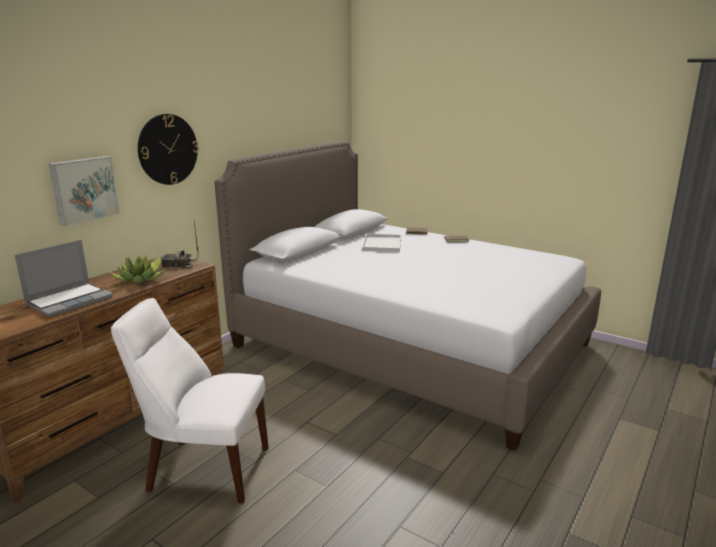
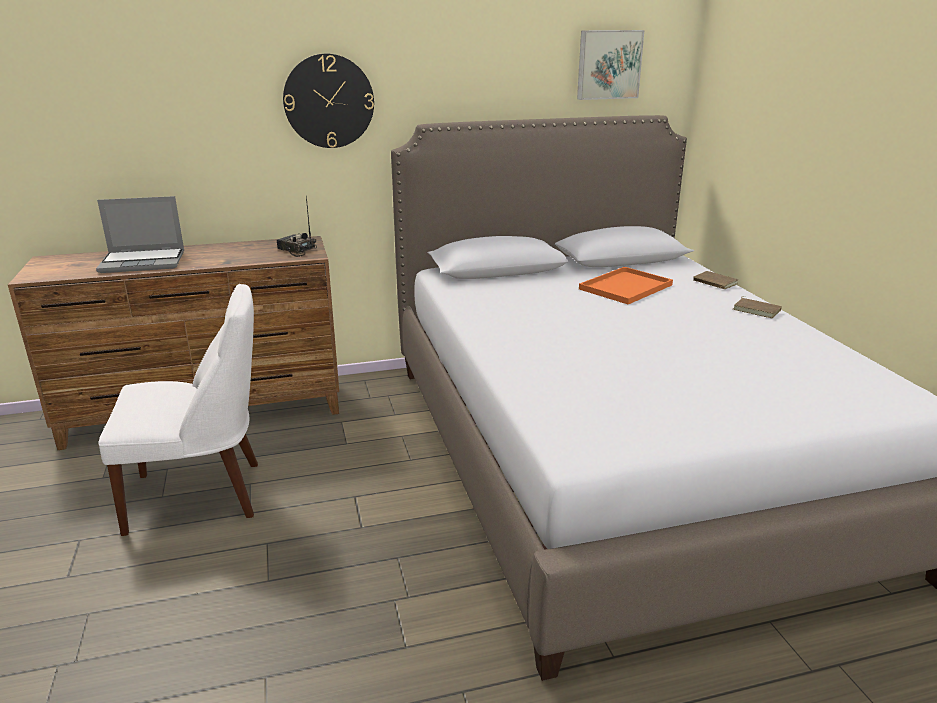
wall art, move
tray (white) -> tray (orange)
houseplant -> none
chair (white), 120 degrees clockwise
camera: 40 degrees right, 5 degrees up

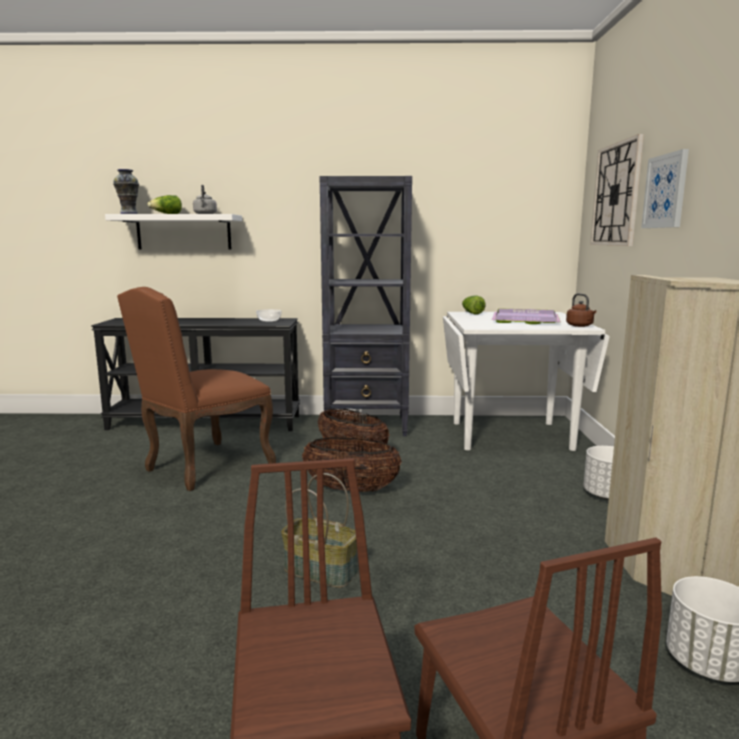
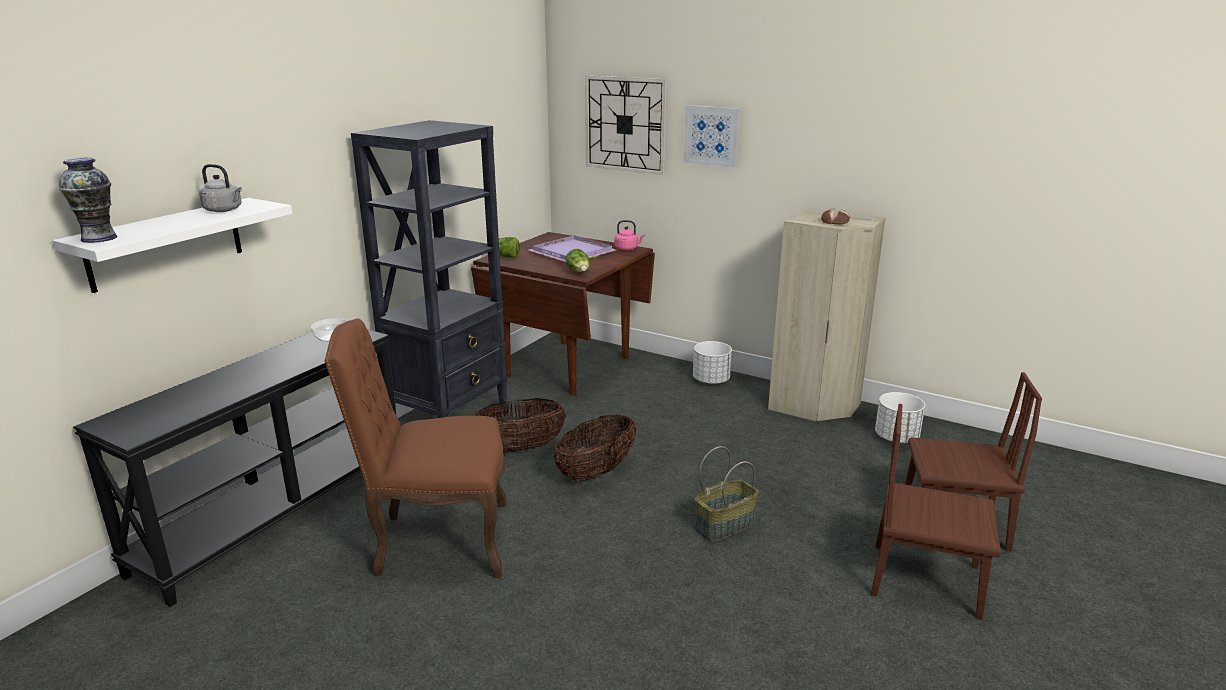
head of lettuce (1st from left in the first image) -> head of lettuce (2nd from left), move
chair (brown-coloured) (1st from left), 105 degrees clockwise
water kettle (brown-coloured) -> water kettle (pink)
kitchen table (white) -> kitchen table (brown-coloured)
none -> bakery bread
camera: 60 degrees left, 10 degrees up

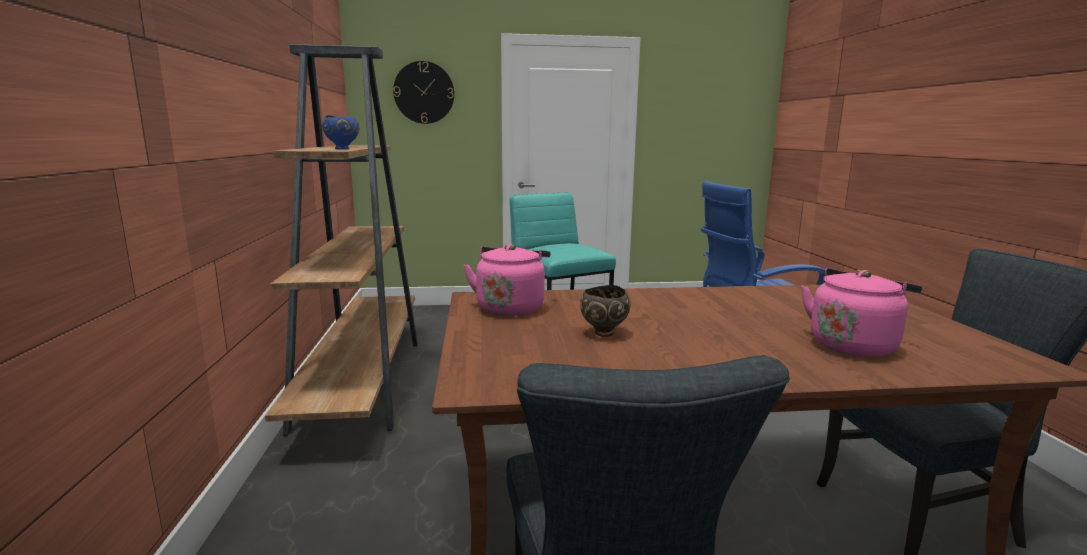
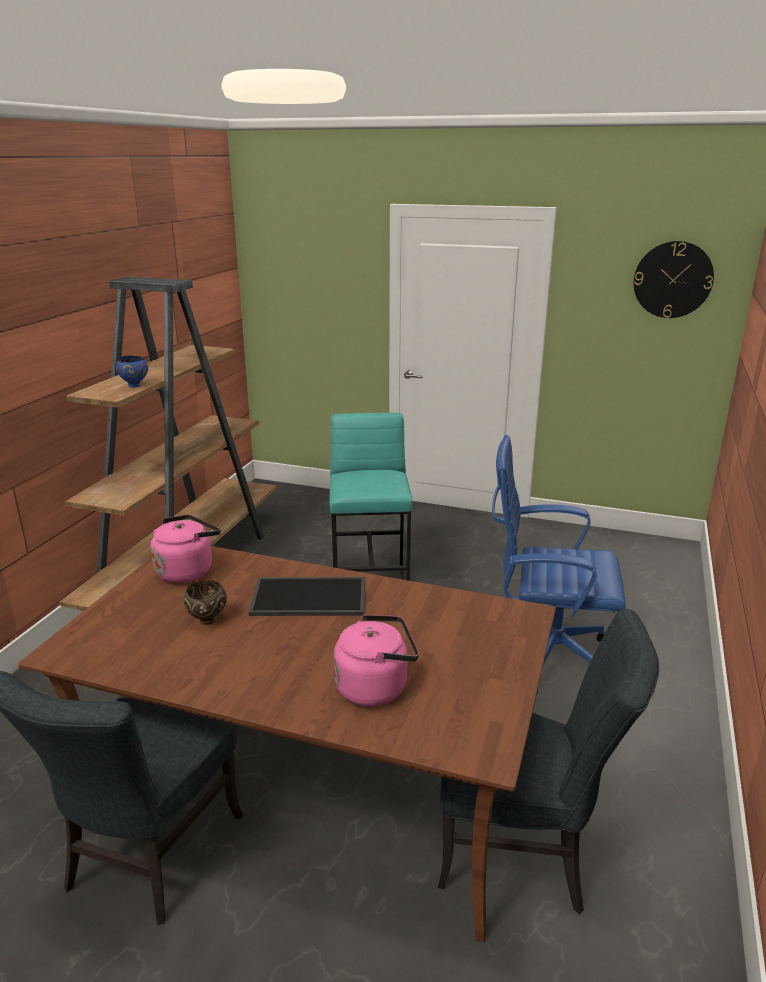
wall clock, move
none -> tray
camera: 25 degrees right, 10 degrees up

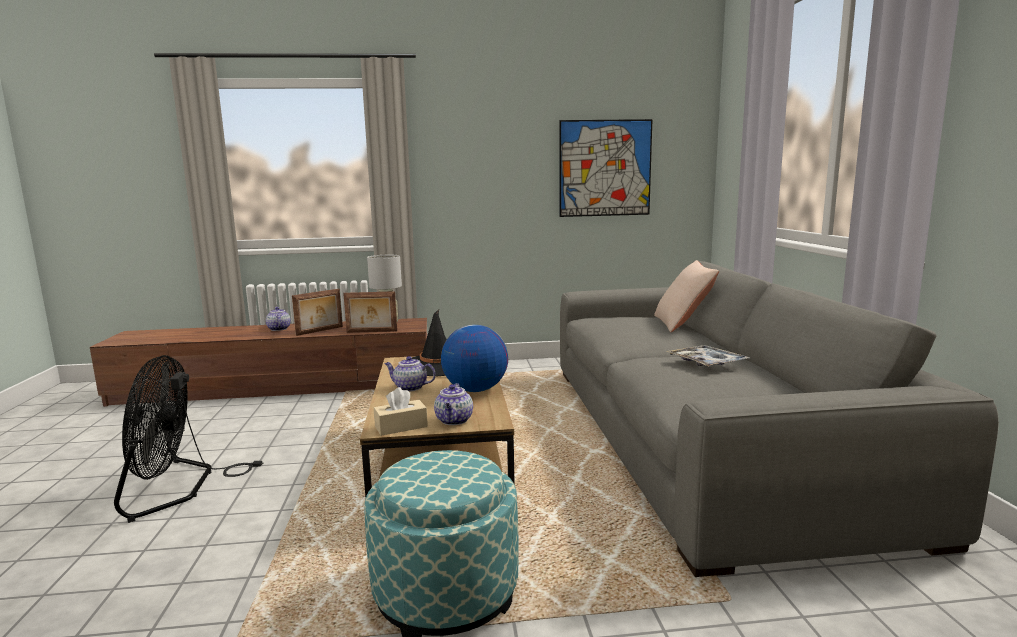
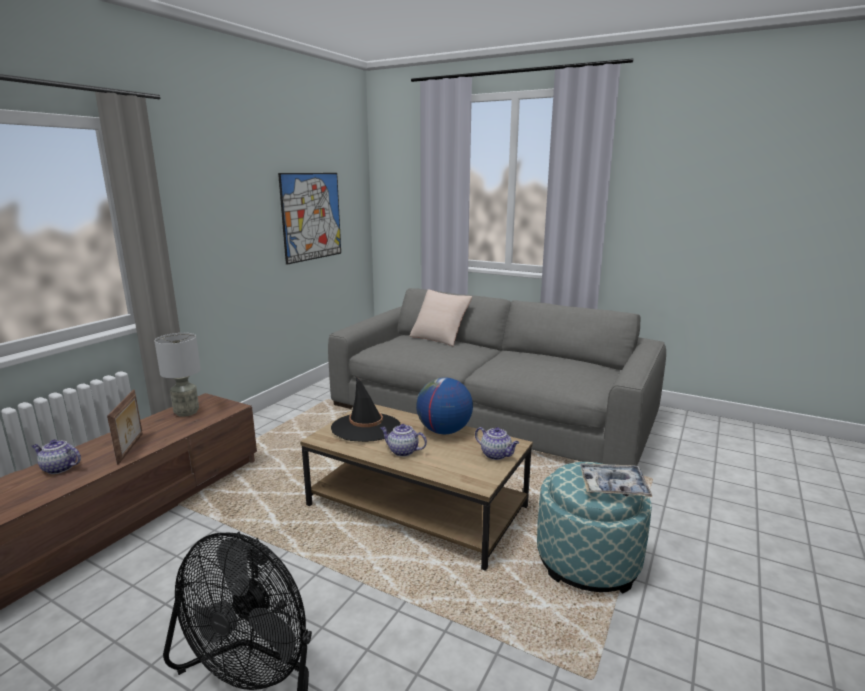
photo frame (2nd from left) -> none
tray, move
teapot (2nd from left), 60 degrees clockwise
tissue holder (beige-coloured) -> none
camera: 55 degrees left, 5 degrees up

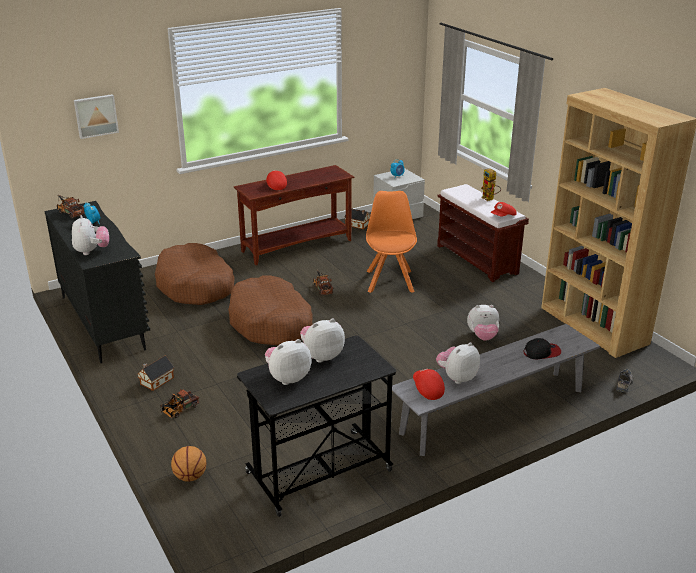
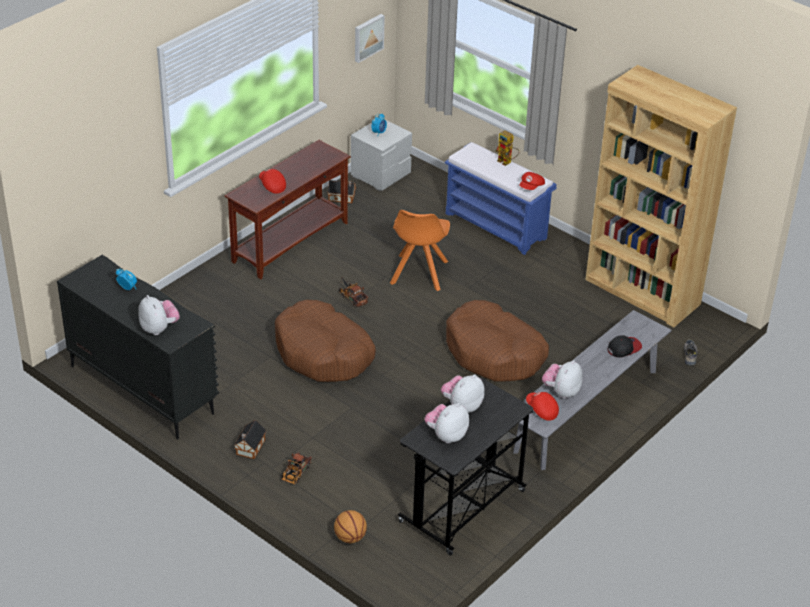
wall art, move
bench (brown-coloured) -> bench (blue)
chair (orange), 150 degrees counterclockwise
model truck (1st from left) -> none
pet bed (brown-coloured) (1st from left in the first image) -> pet bed (brown-coloured) (2nd from left), move
cuddly toy (5th from left) -> none
camera: 20 degrees left, 10 degrees up

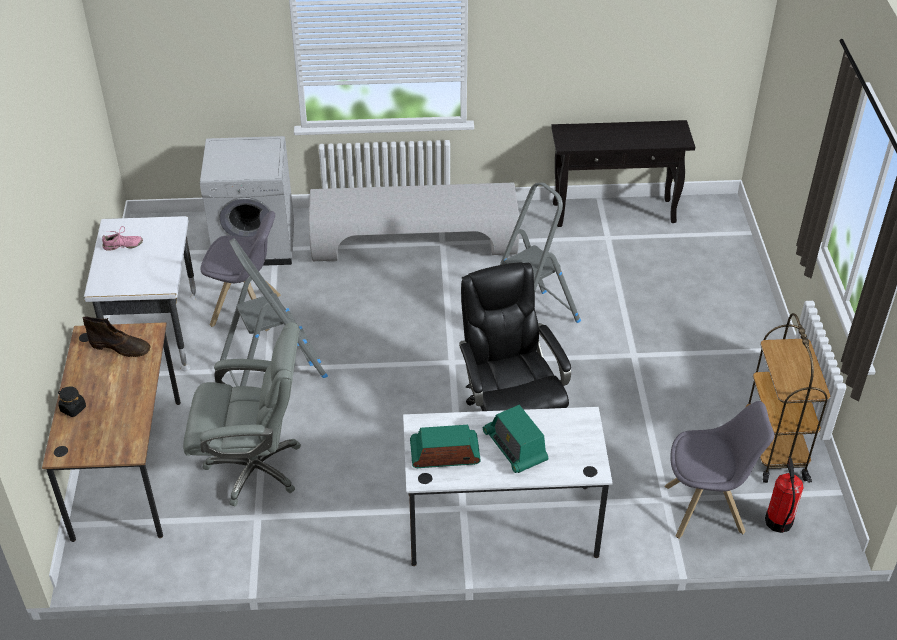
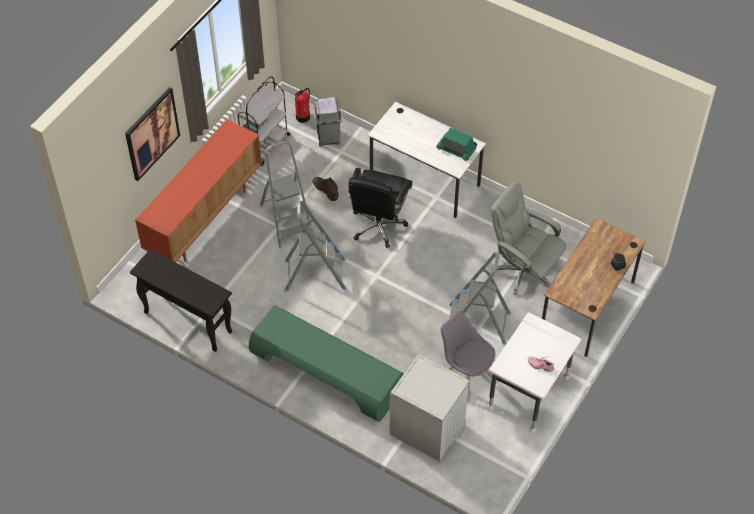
bench (greyish) -> bench (greenish)
cart (brown-coloured) -> cart (greyish)
high-top boot (brown-coloured), move
chair (greyish) (2nd from left) -> trash can (greyish)
radio receiver (2nd from left) -> none
none -> wall art
none -> cabinet
none -> step ladder (greyish) (1st from left)
camera: 145 degrees left, 10 degrees up

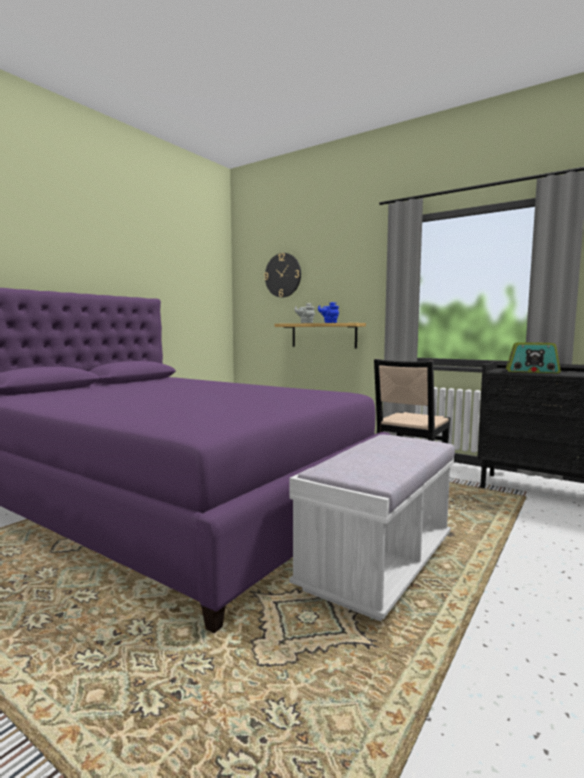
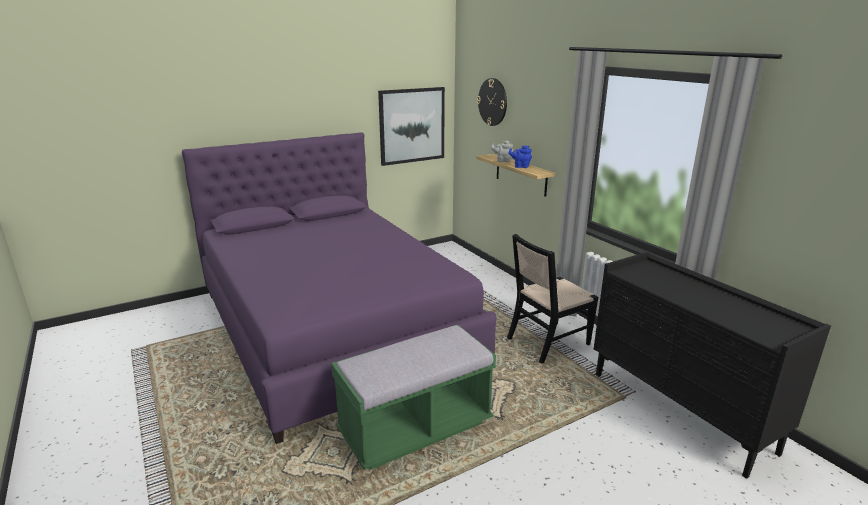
radio receiver -> none
bench (white) -> bench (greenish)
none -> wall art
camera: 25 degrees right, 15 degrees up

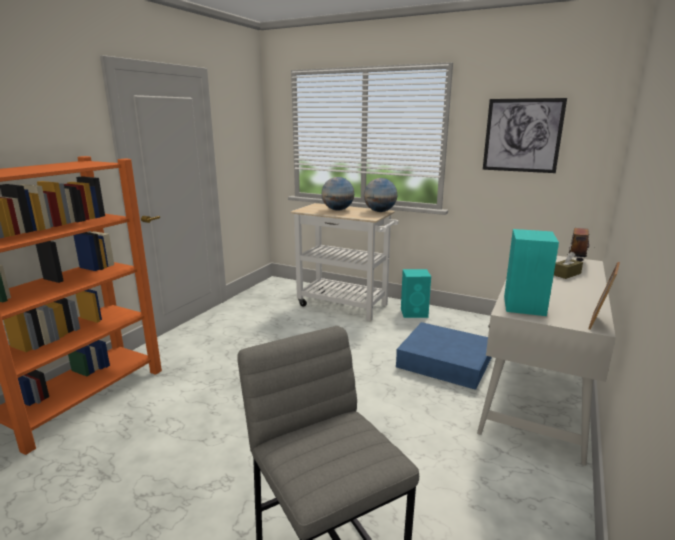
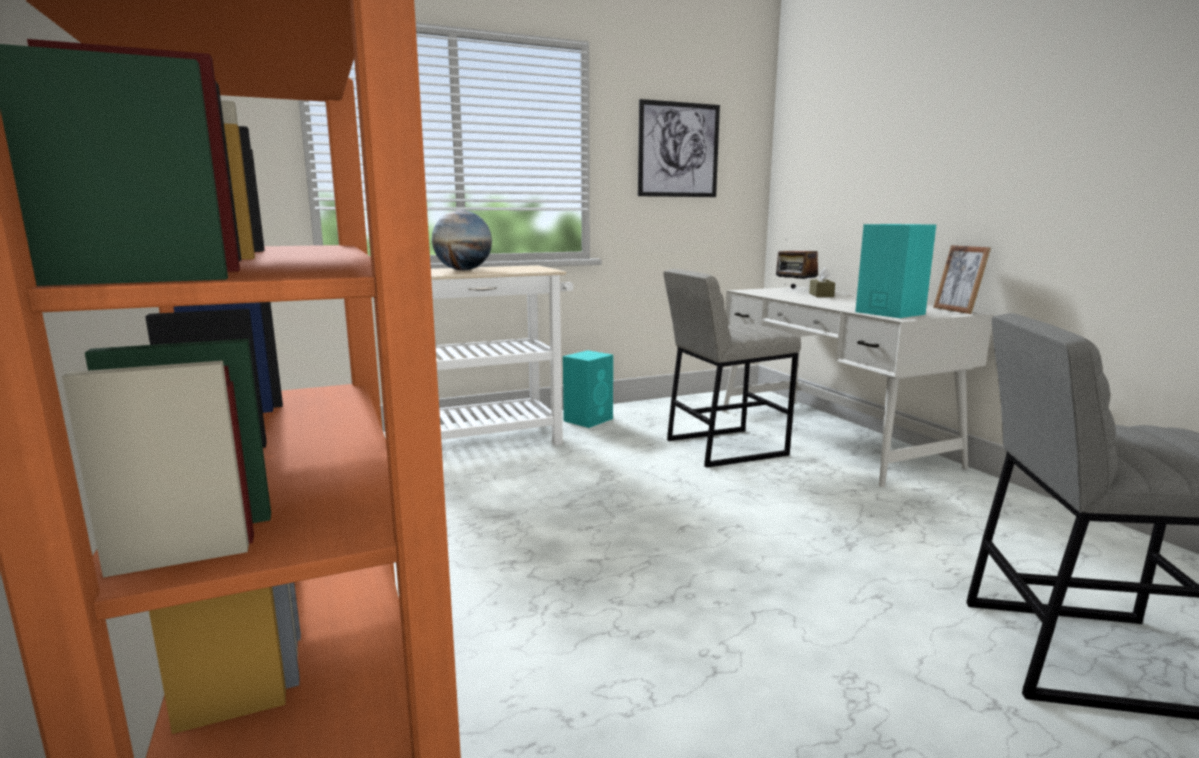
world globe (2nd from left) -> none
storage bin (blue) -> chair (greyish) (1st from left)
camera: 50 degrees left, 5 degrees down

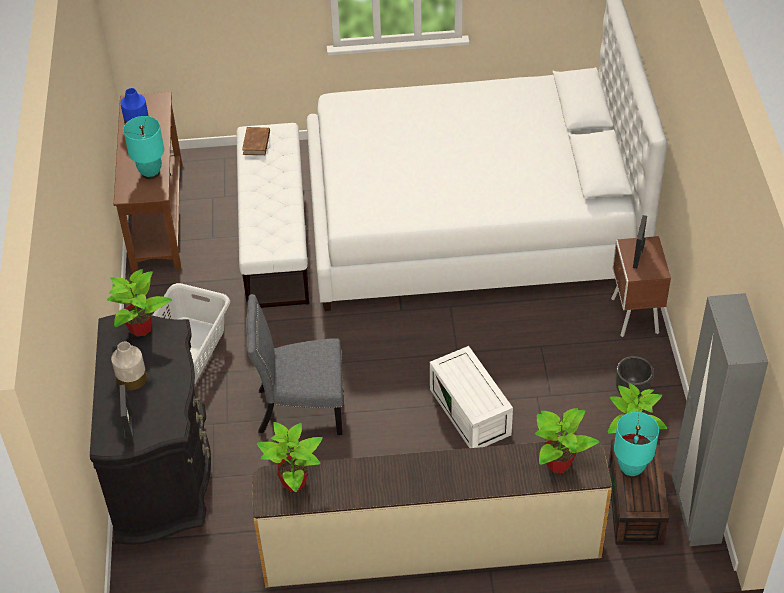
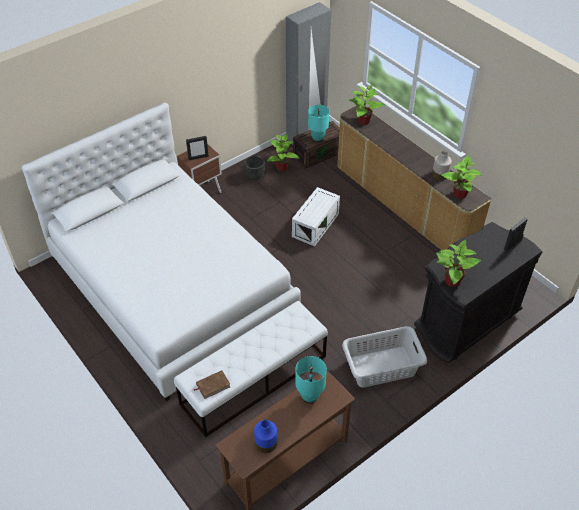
chair (greyish) -> none
decorative vase (beige-coloured), move
camera: 125 degrees left, 0 degrees up

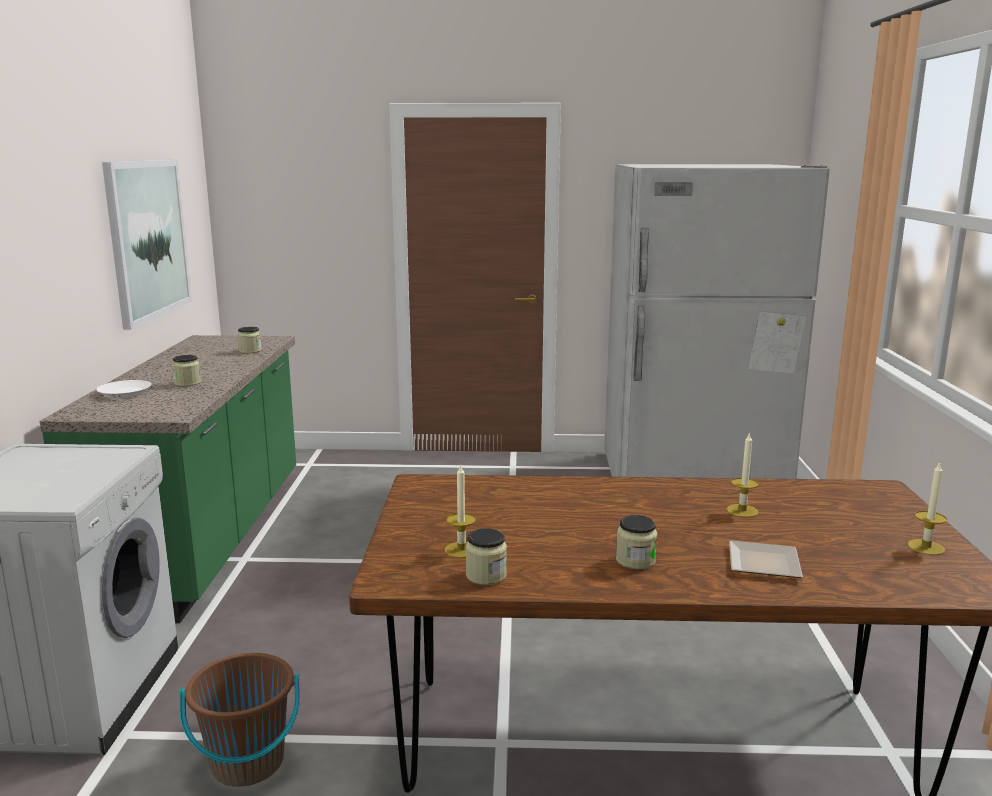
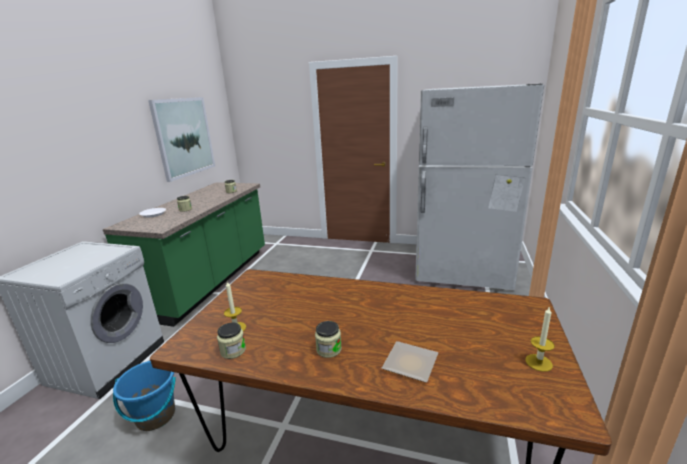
candle (2nd from left) -> none
pail (brown-coloured) -> pail (blue)
camera: 15 degrees right, 5 degrees up

